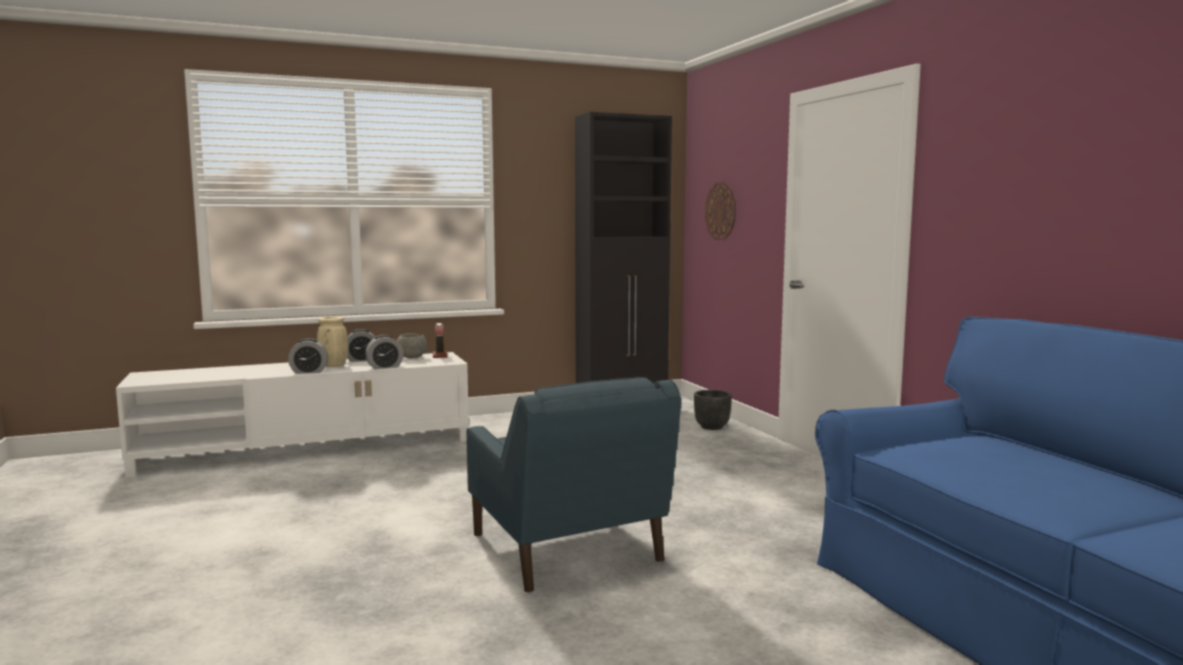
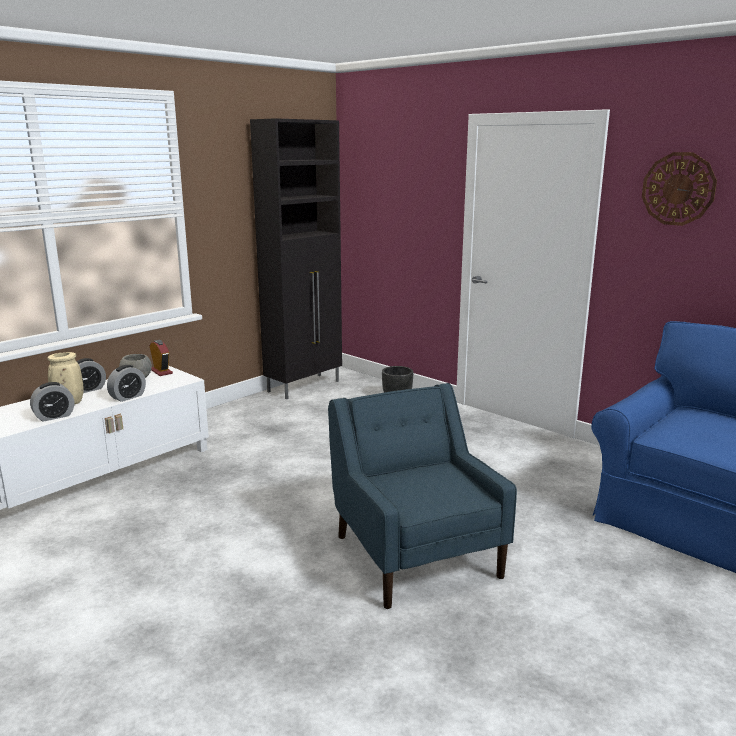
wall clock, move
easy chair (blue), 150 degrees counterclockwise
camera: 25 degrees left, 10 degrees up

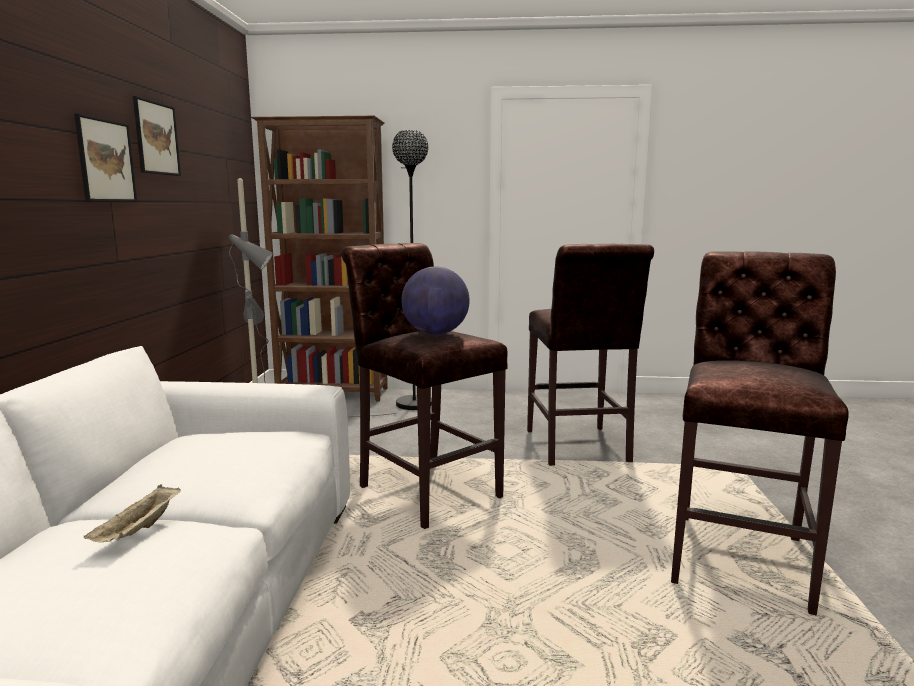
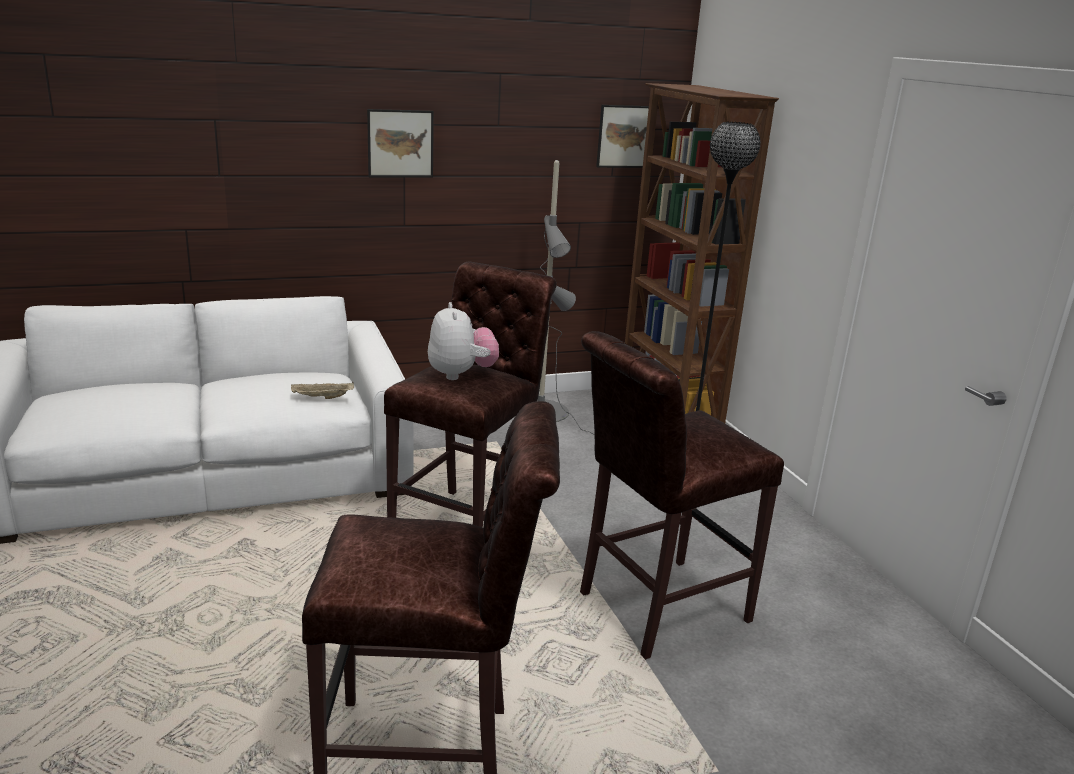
wall art (2nd from left), move
world globe -> cuddly toy
tray (beige-coloured), move
camera: 65 degrees right, 10 degrees up

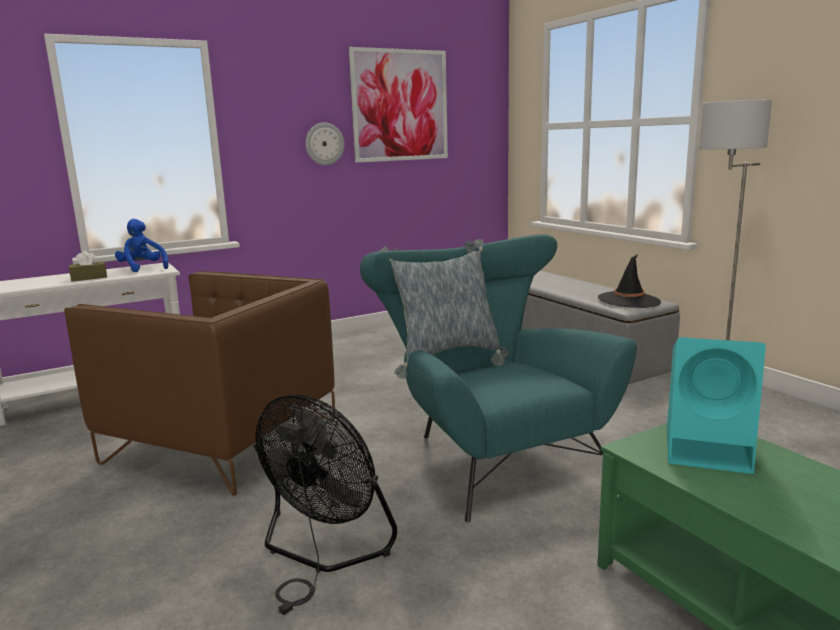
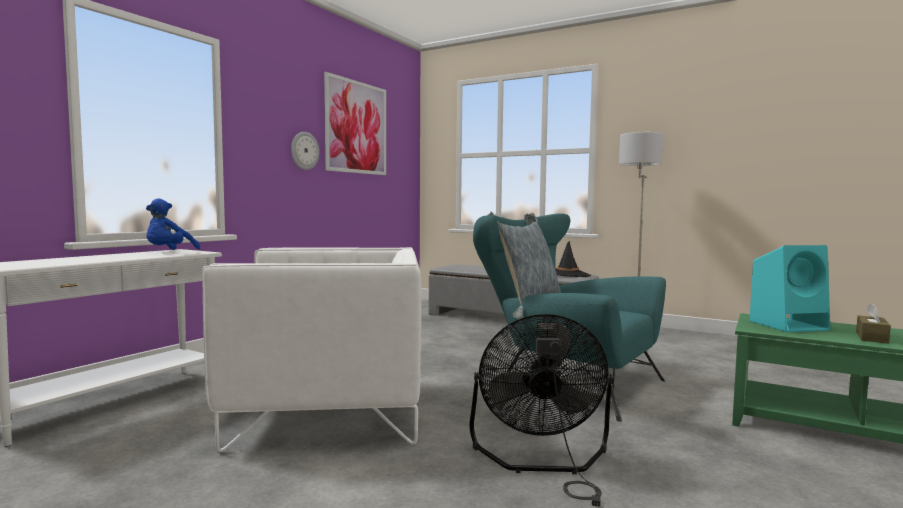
cuddly toy (blue), 90 degrees counterclockwise
tissue holder (brown-coloured), move
easy chair (brown-coloured) -> easy chair (white)
camera: 30 degrees left, 10 degrees down

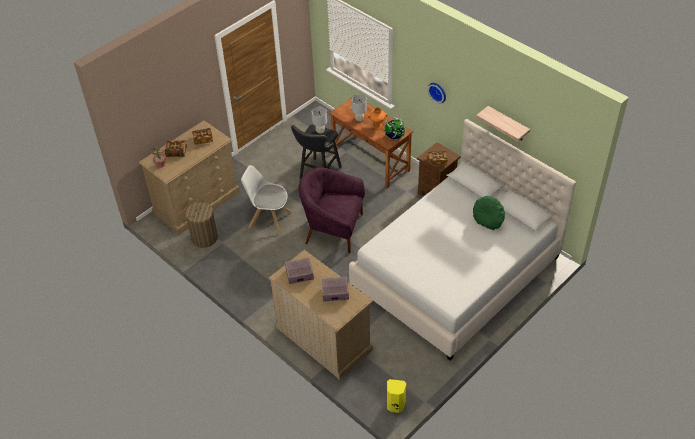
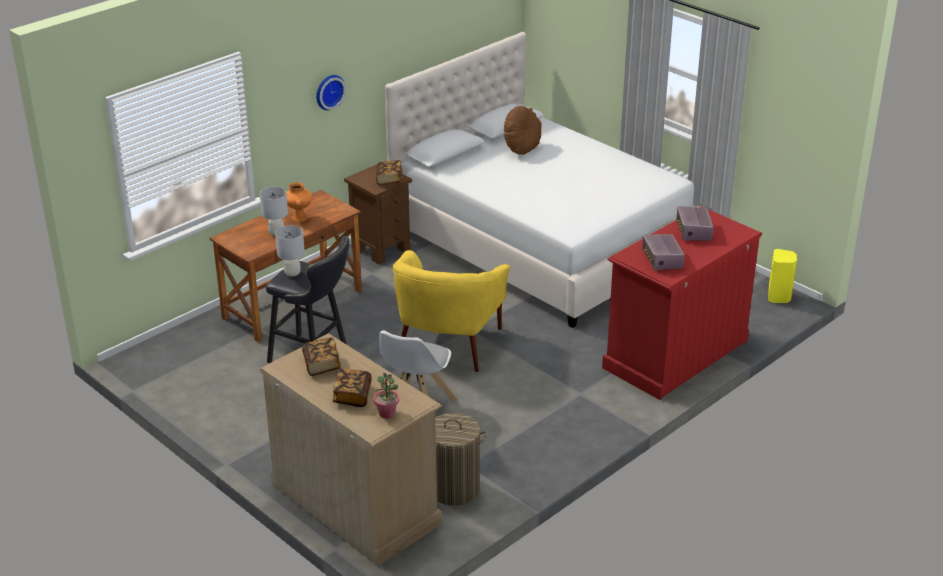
wall shelf -> none
world globe -> none
easy chair (purple) -> easy chair (yellow-coloured)
throw pillow (greenish) -> throw pillow (brown-coloured)
drawer chest (beige-coloured) (2nd from left) -> drawer chest (red-coloured)
camera: 90 degrees left, 15 degrees down

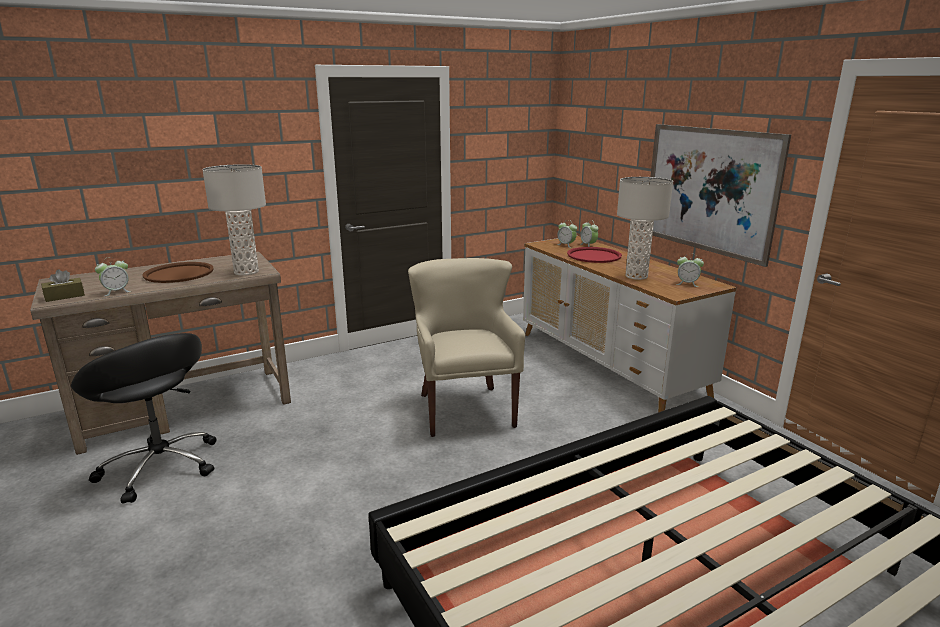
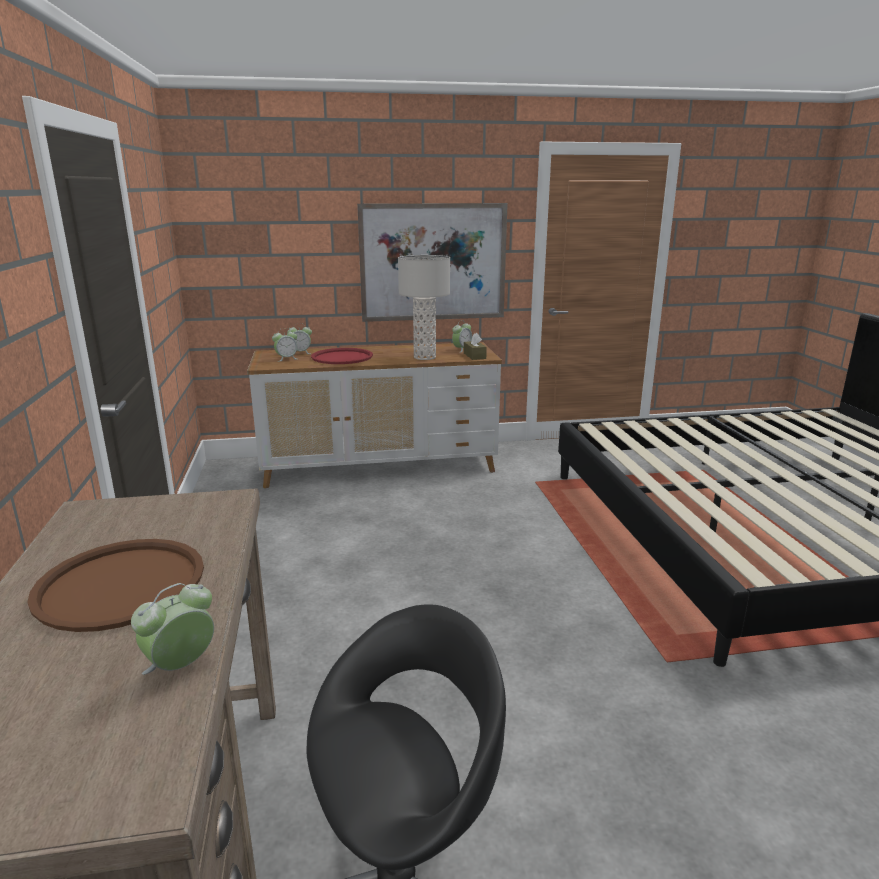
lamp for a table (white) (1st from left) -> none
bedside clock (1st from left), 120 degrees counterclockwise
easy chair (beige-coloured) -> none
tissue holder (brown-coloured), move
camera: 70 degrees left, 0 degrees up

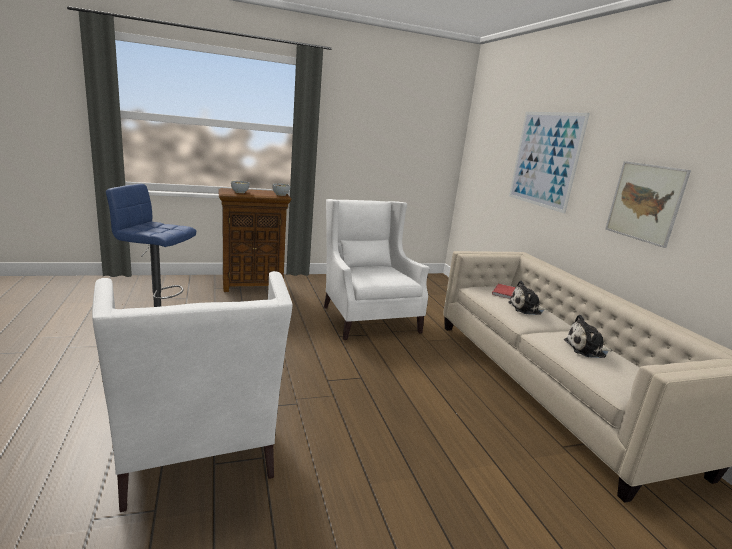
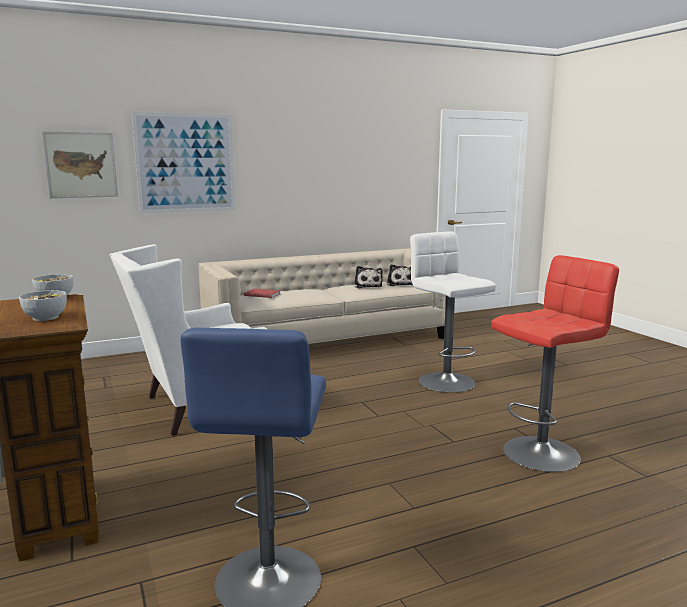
wall art (2nd from left in the first image) -> wall art (1st from left), move
easy chair (white) (1st from left) -> stool seat (red-coloured)
cuddly toy (1st from left in the first image) -> cuddly toy (2nd from left), move
none -> stool seat (white)
camera: 95 degrees left, 5 degrees down

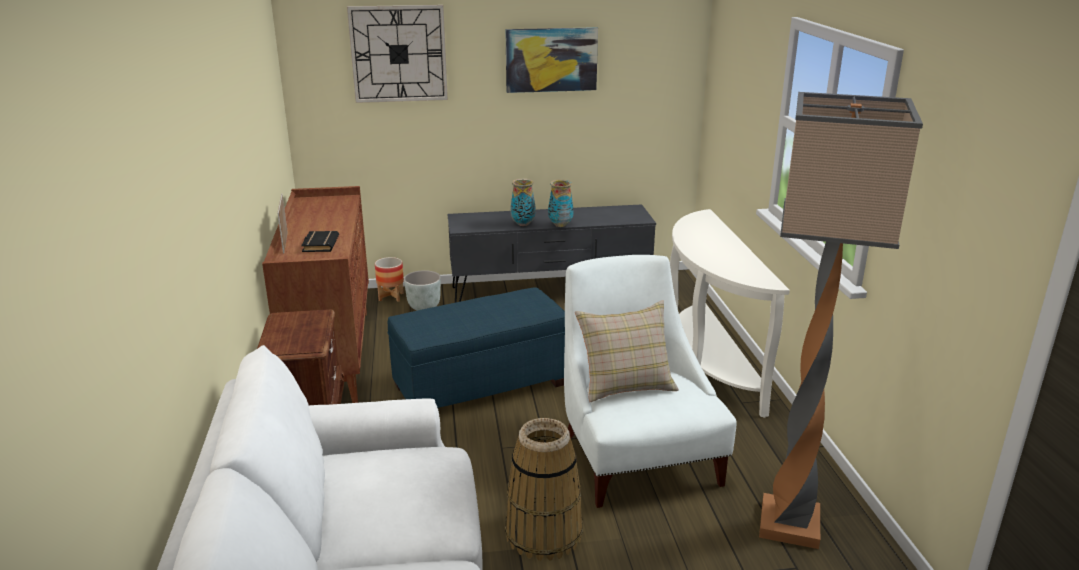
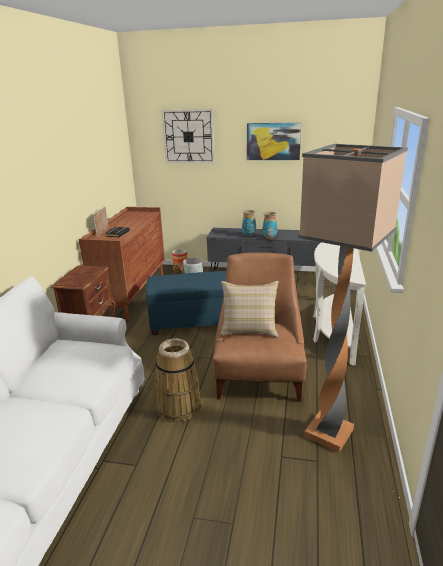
easy chair (white) -> easy chair (brown-coloured)
camera: 20 degrees right, 0 degrees up

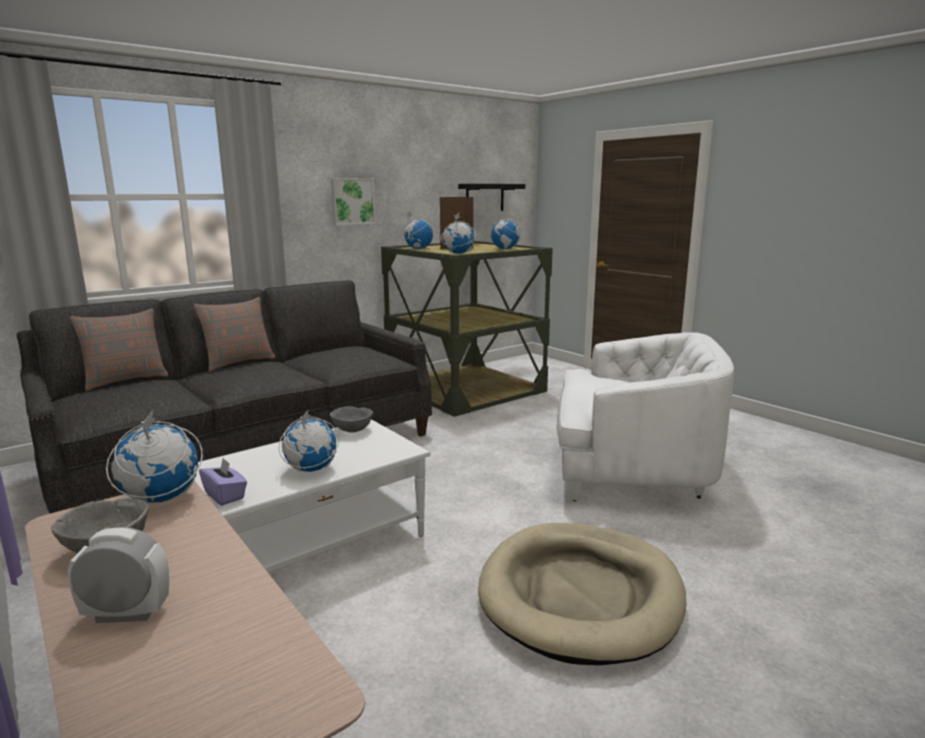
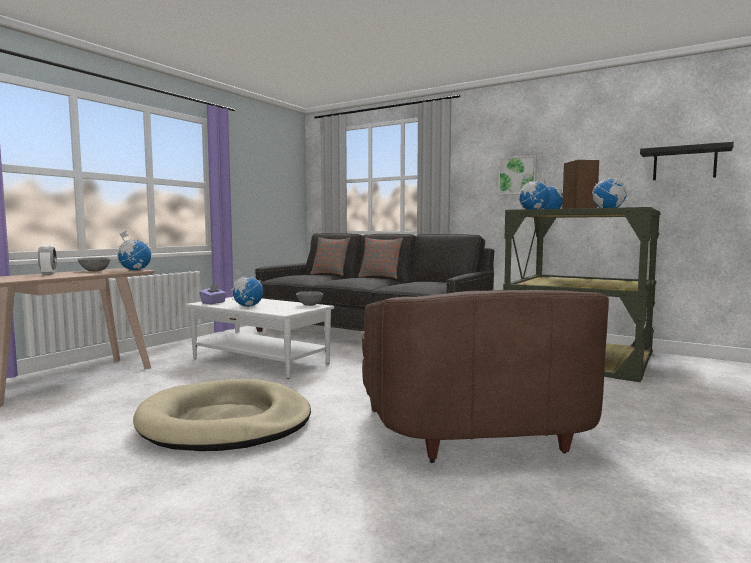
easy chair (white) -> easy chair (brown-coloured)
camera: 70 degrees right, 10 degrees down

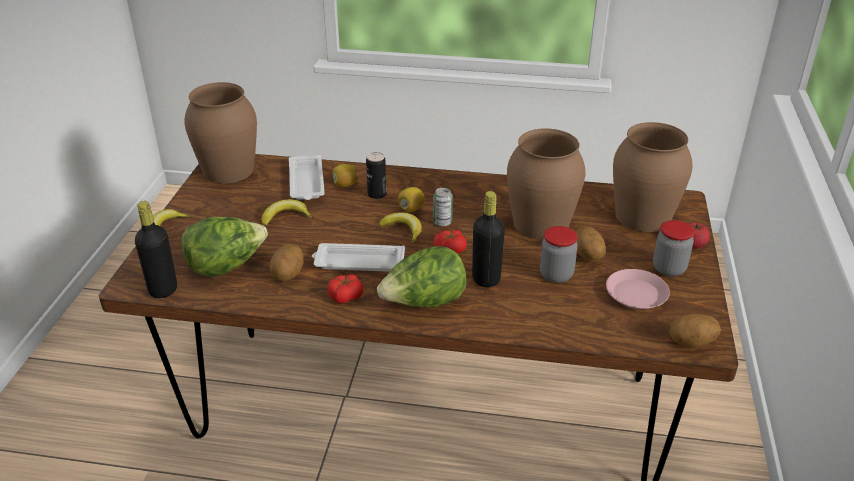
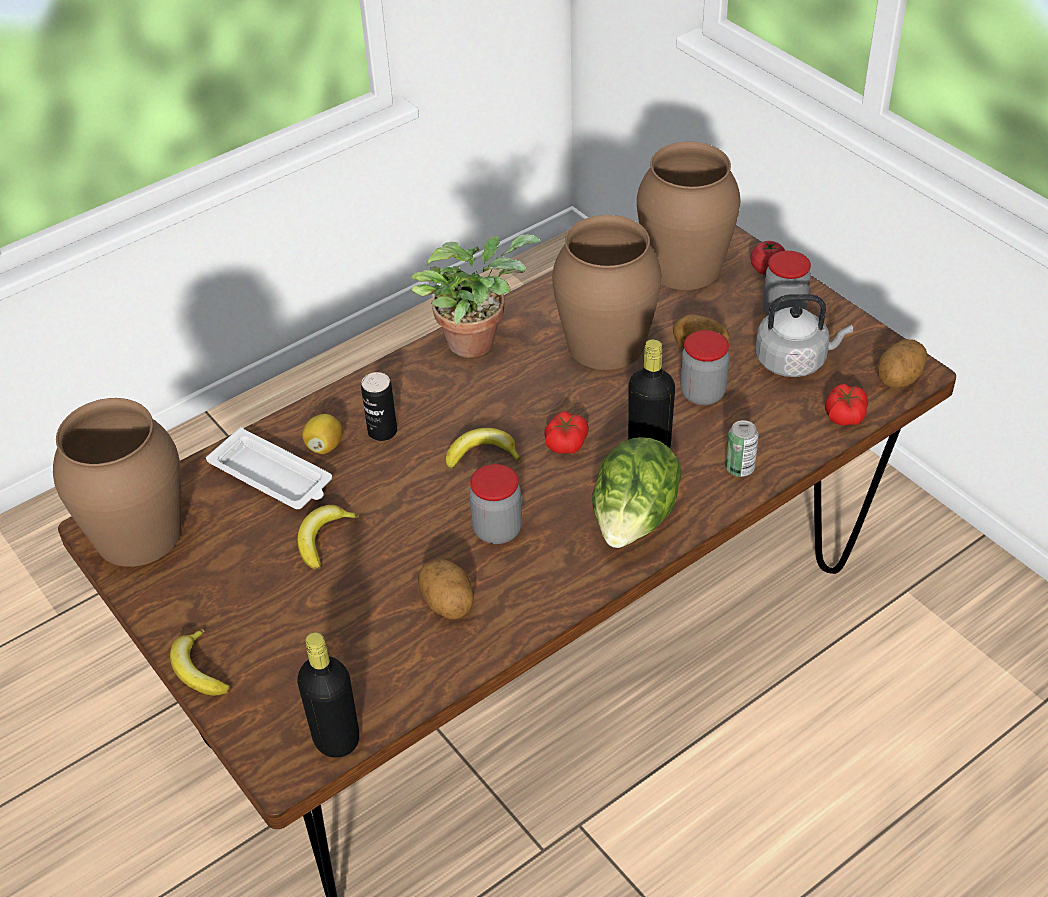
citrus fruit (2nd from left) -> none
sealed can (2nd from left), move
head of lettuce (1st from left) -> none
tray (white) (2nd from left) -> storage jar (1st from left)
dinner plate (pink) -> water kettle (greyish)
whole tomato (1st from left in the first image) -> whole tomato (3rd from left), move
none -> houseplant
camera: 45 degrees left, 10 degrees up

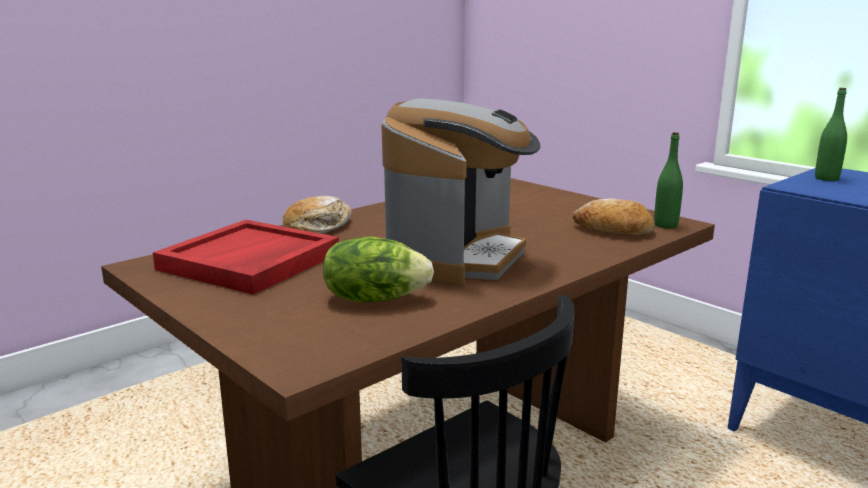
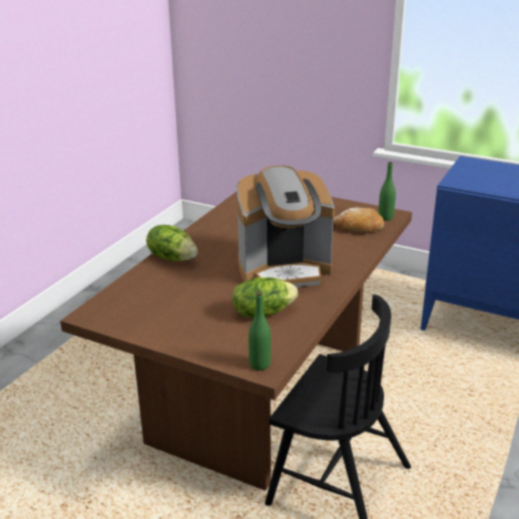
bottle (greenish) (2nd from left in the first image) -> bottle (greenish) (1st from left), move
coffee machine, 75 degrees clockwise
bakery bread (1st from left) -> head of lettuce (1st from left)
tray (red-coloured) -> none
camera: 20 degrees left, 10 degrees up

